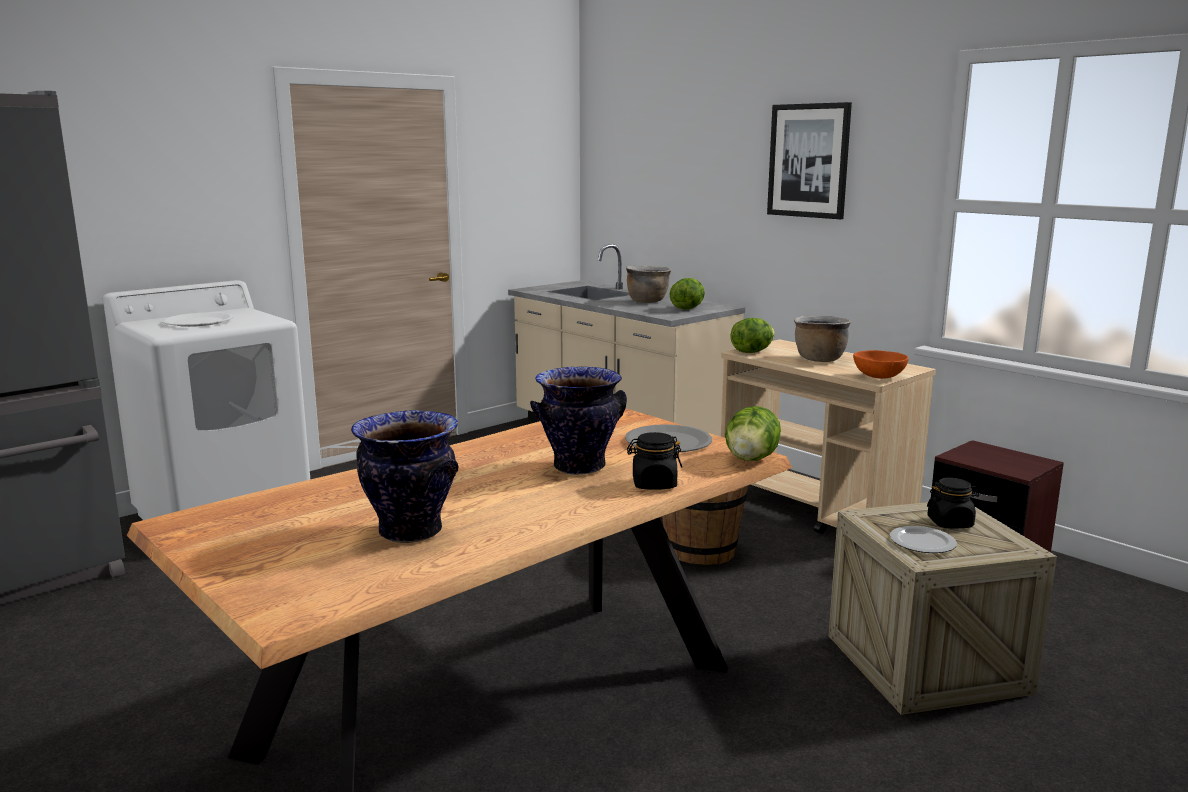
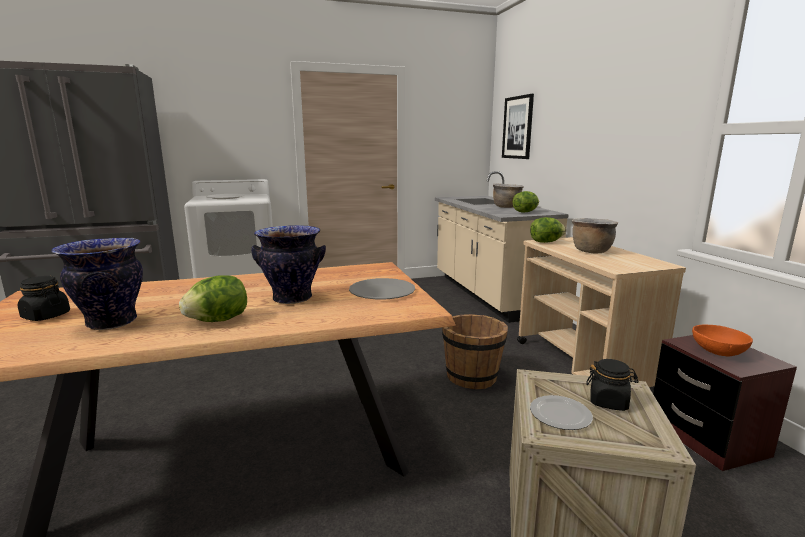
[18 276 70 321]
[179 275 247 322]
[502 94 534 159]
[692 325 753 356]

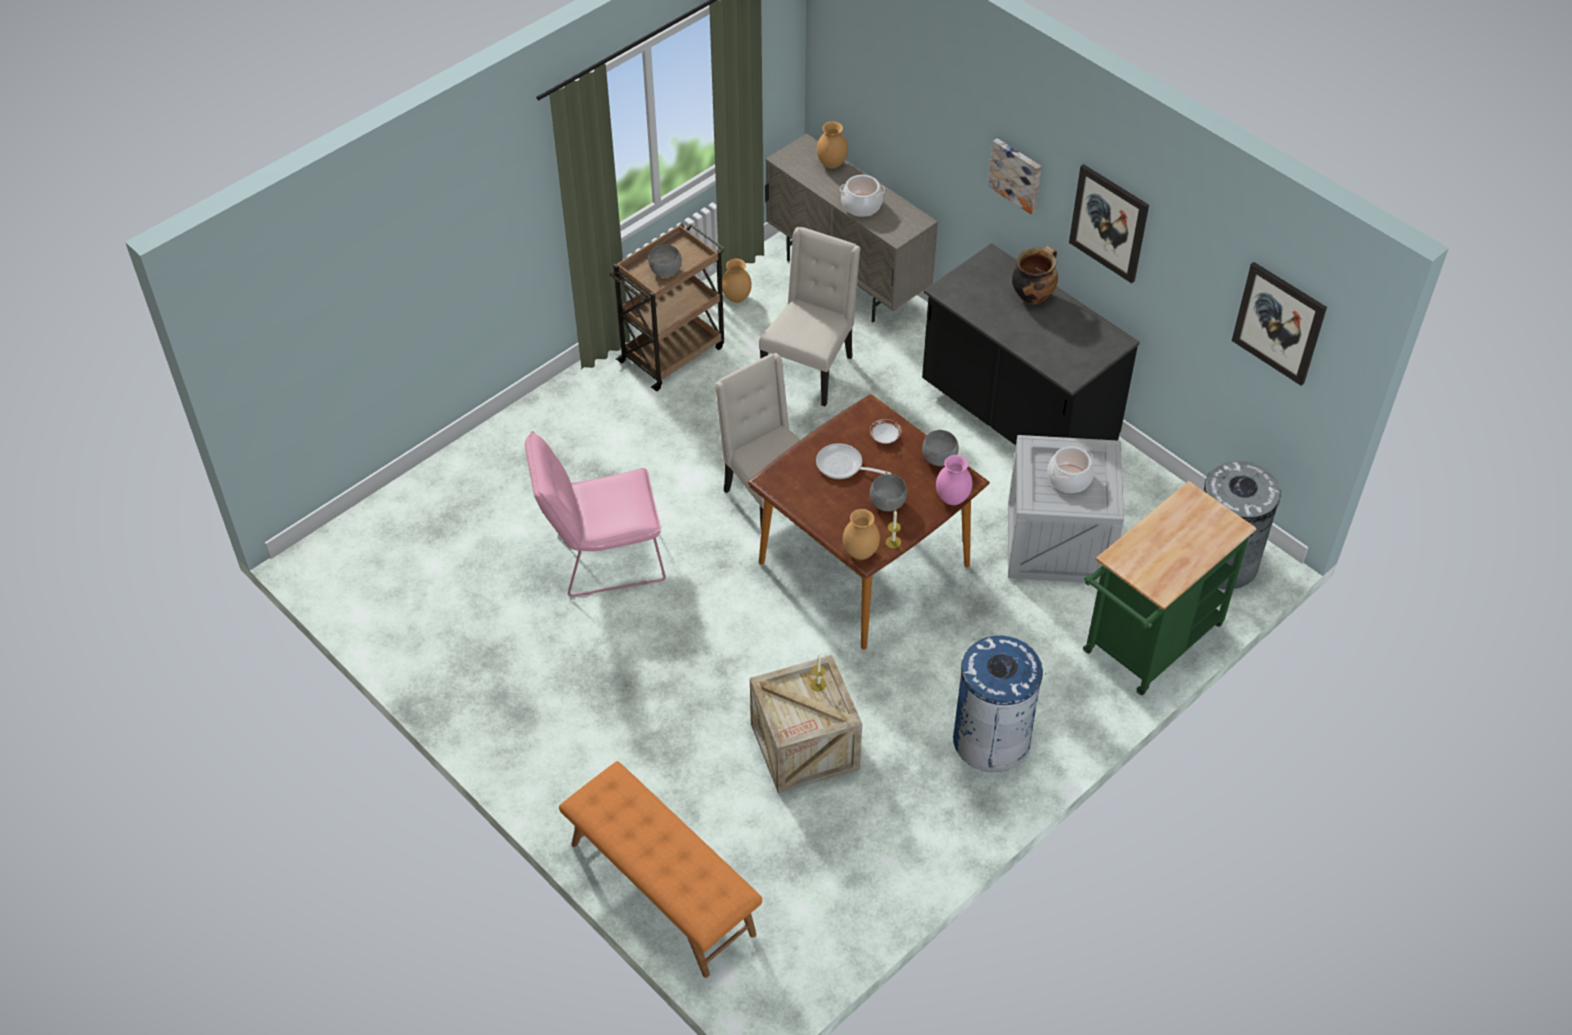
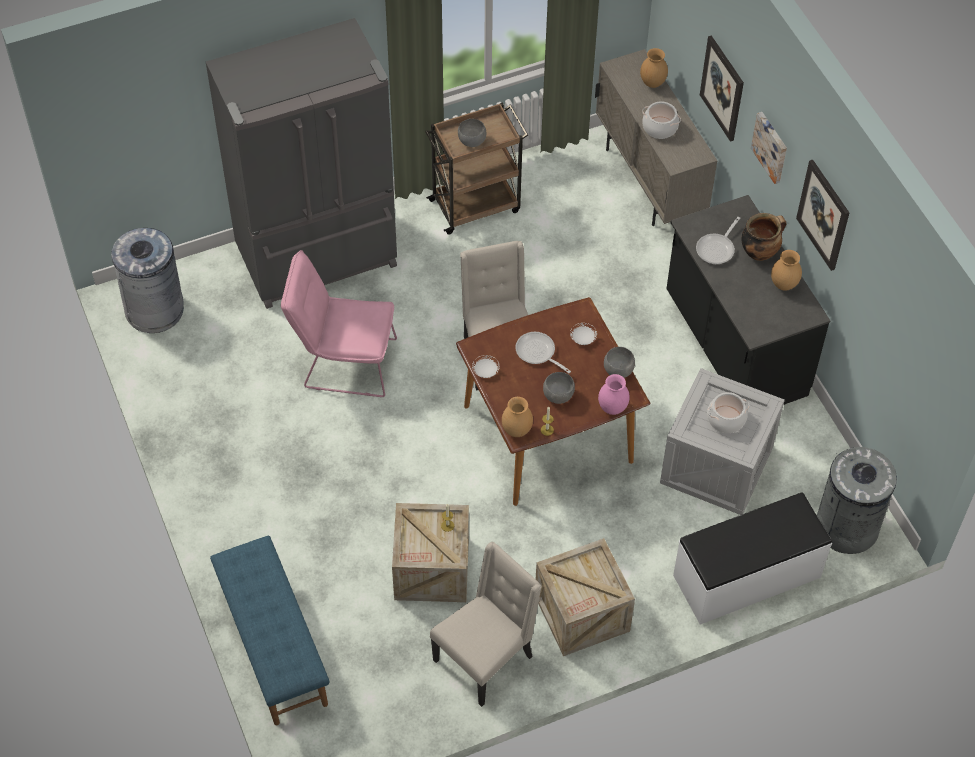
[111 228 184 333]
[206 18 397 309]
[210 536 329 725]
[430 542 542 707]
[472 355 500 378]
[536 538 635 656]
[673 492 832 625]
[696 217 740 264]
[700 35 744 142]
[771 250 802 291]

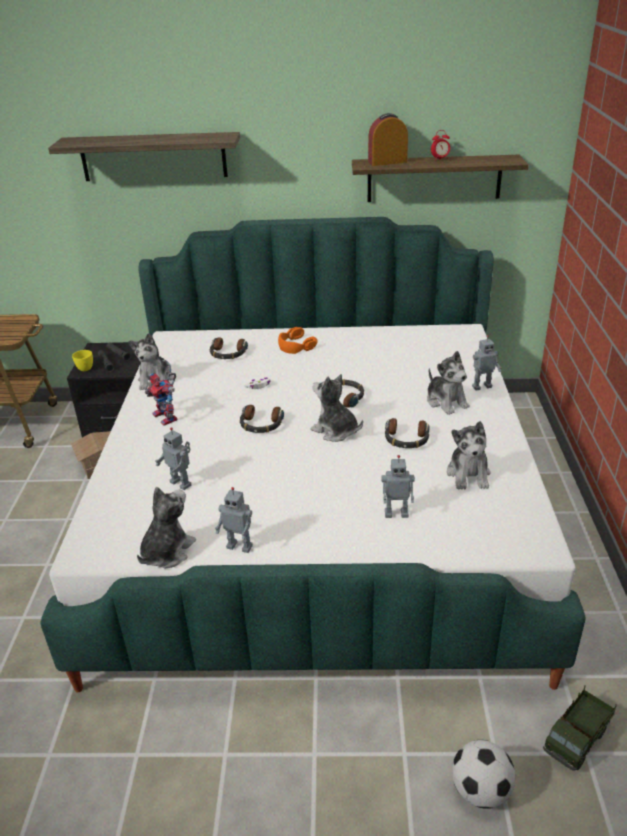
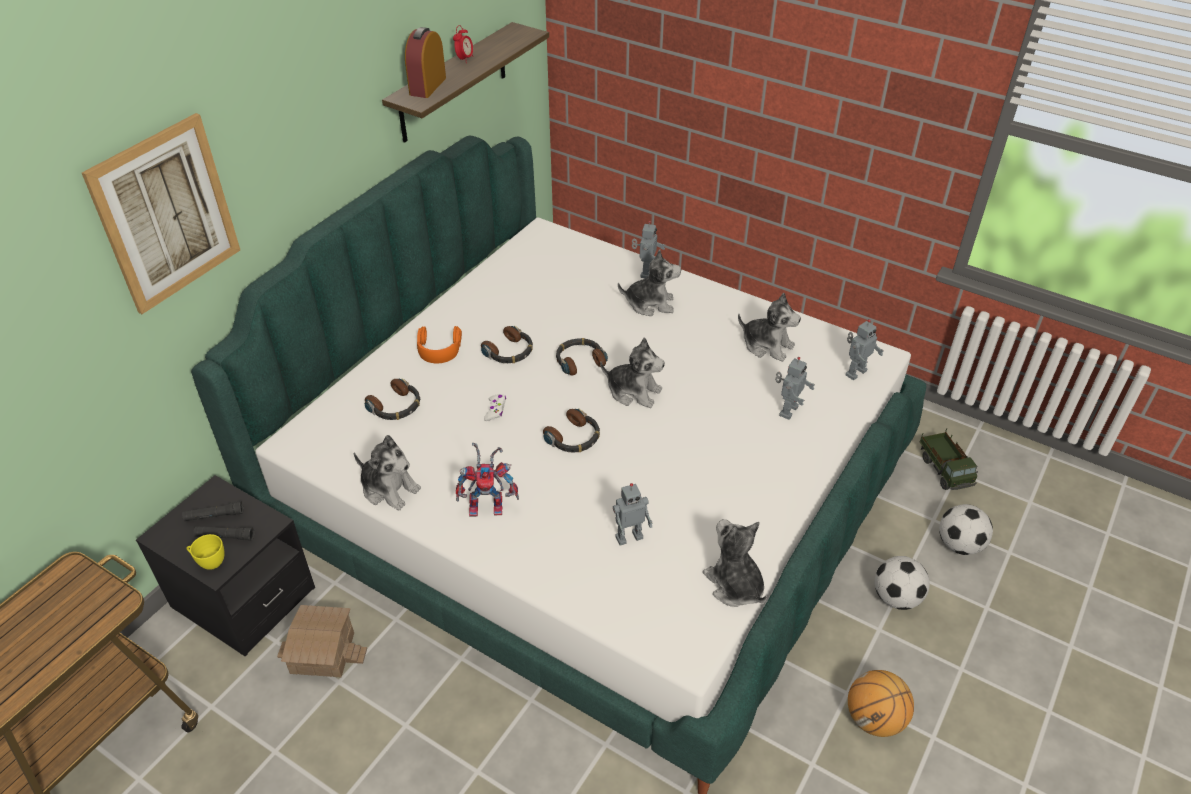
[82 113 240 314]
[481 326 533 363]
[600 338 665 408]
[845 319 884 380]
[848 670 914 737]
[875 556 930 610]

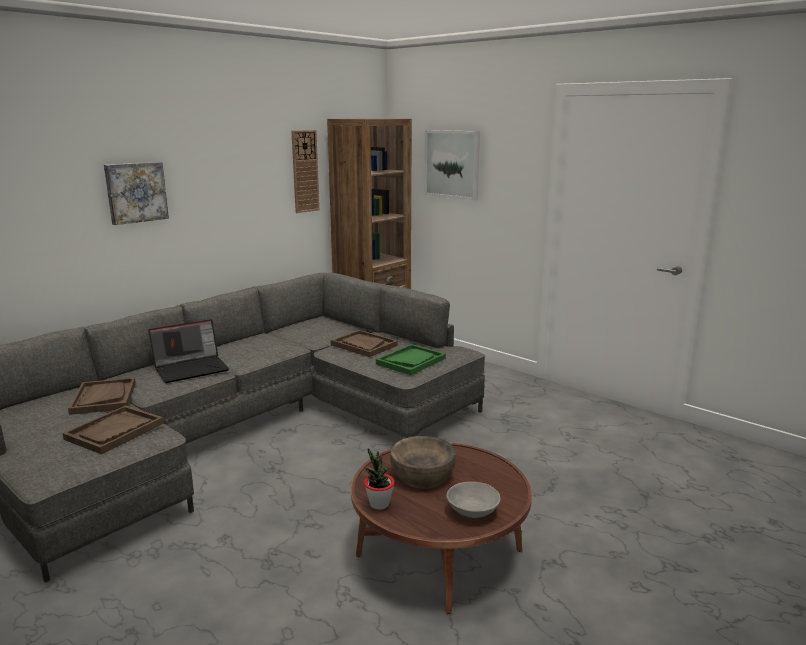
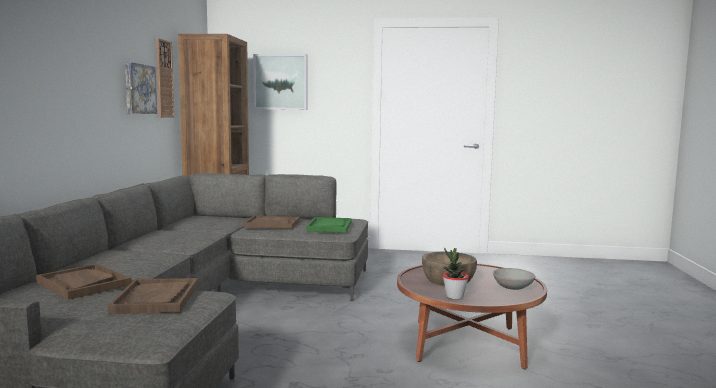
[125 62 157 114]
[148 319 229 383] (first image)

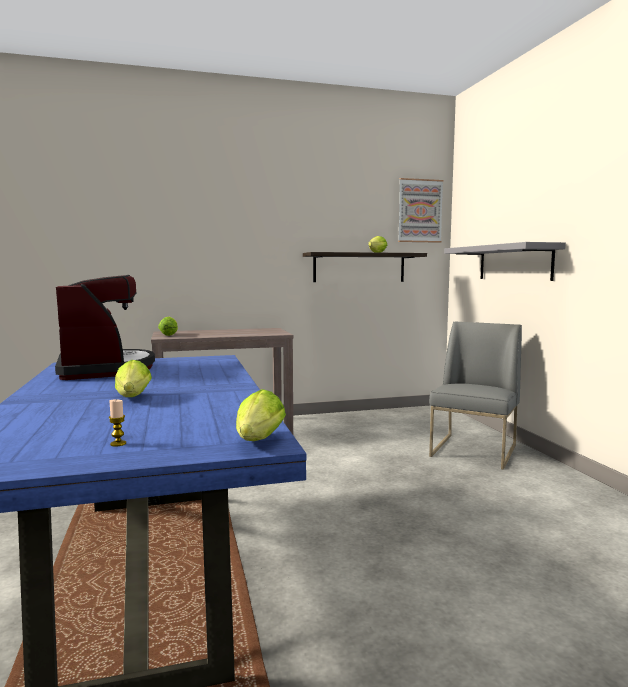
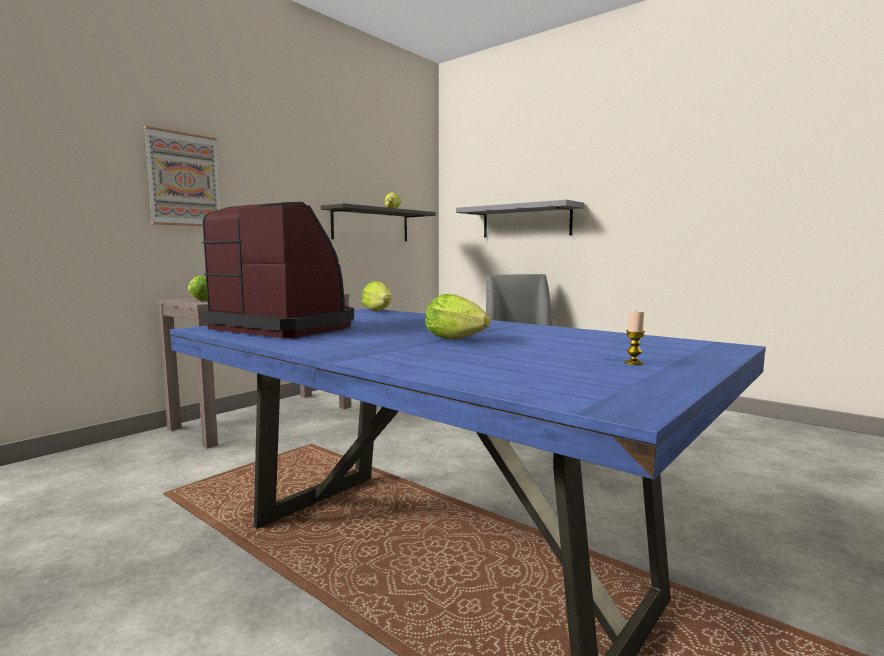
[144 126 220 226]
[362 281 392 311]

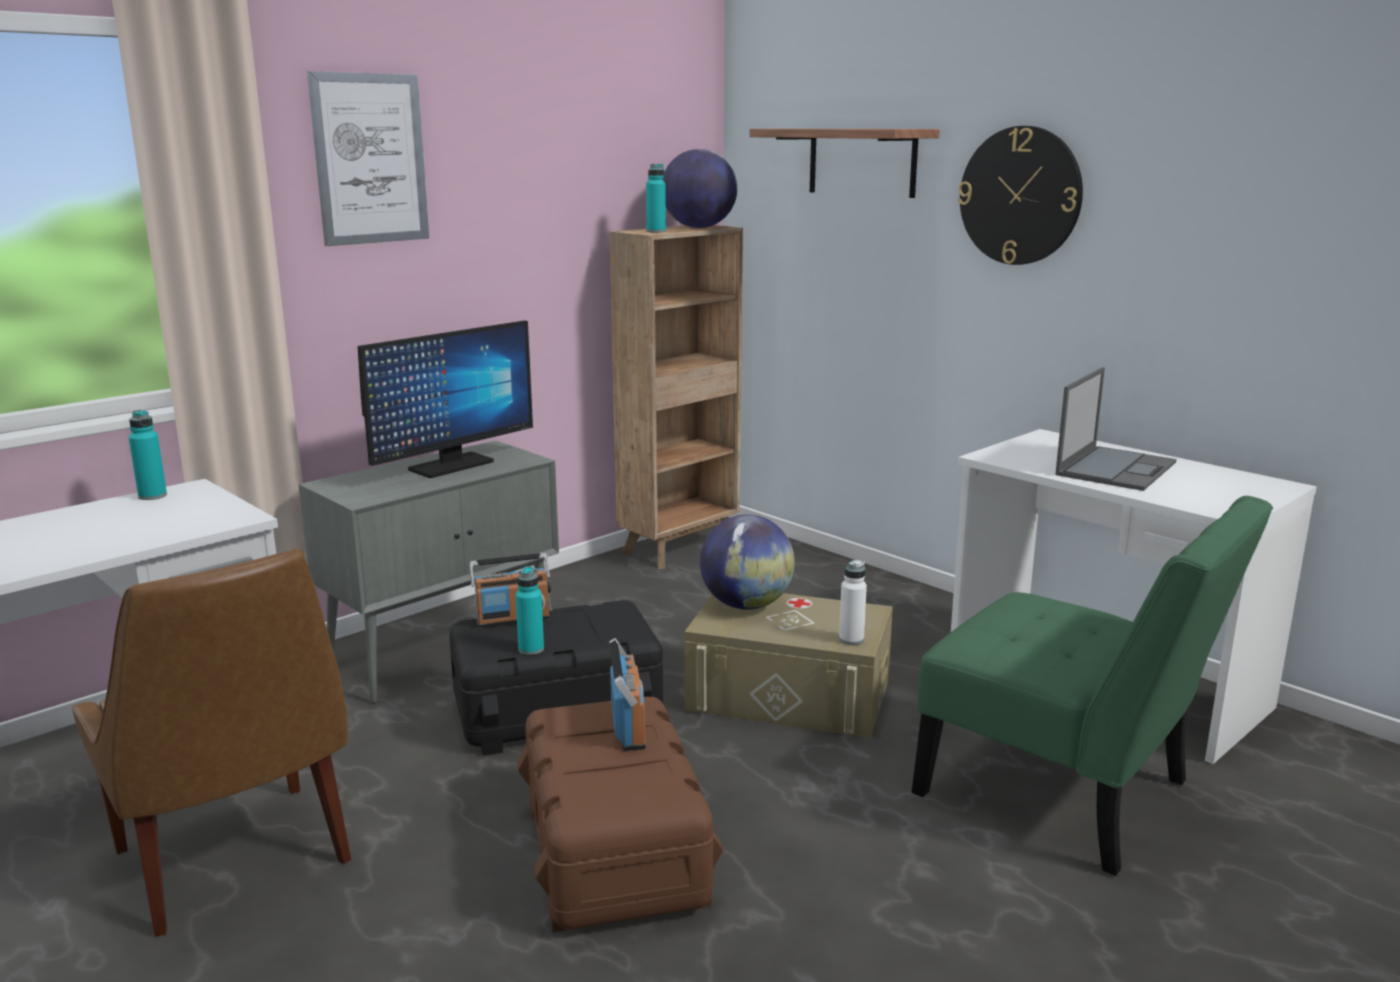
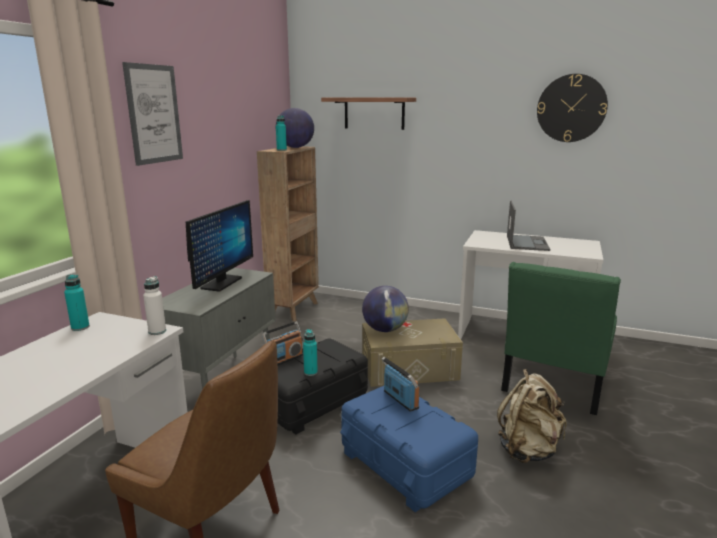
[143 276 166 335]
[340 386 478 512]
[497 369 567 463]
[501 262 621 415]
[537 74 608 142]

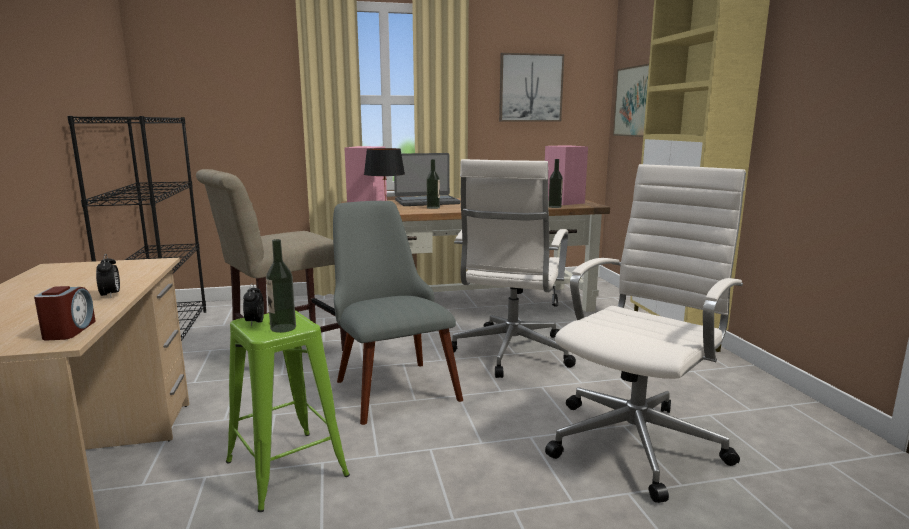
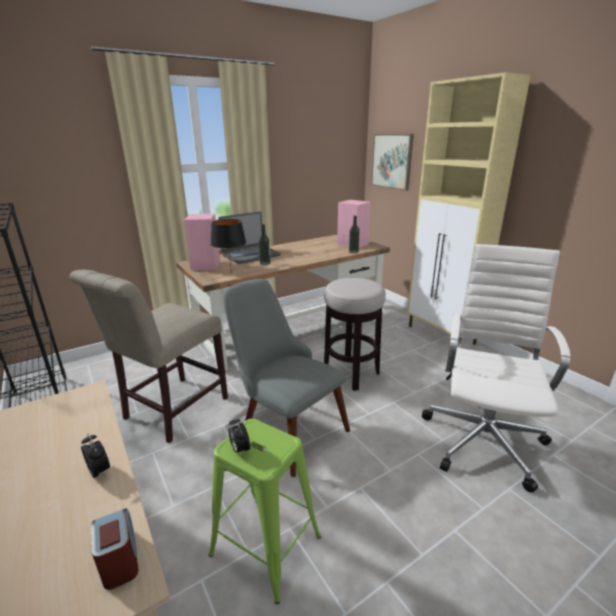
[324 278 386 391]
[266 239 296 333] (first image)
[499 53 564 121] (first image)

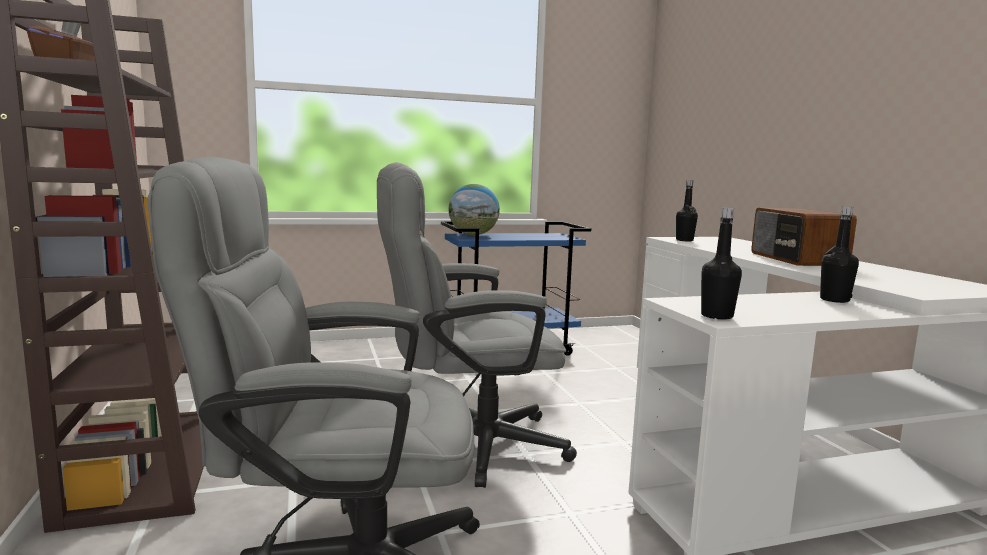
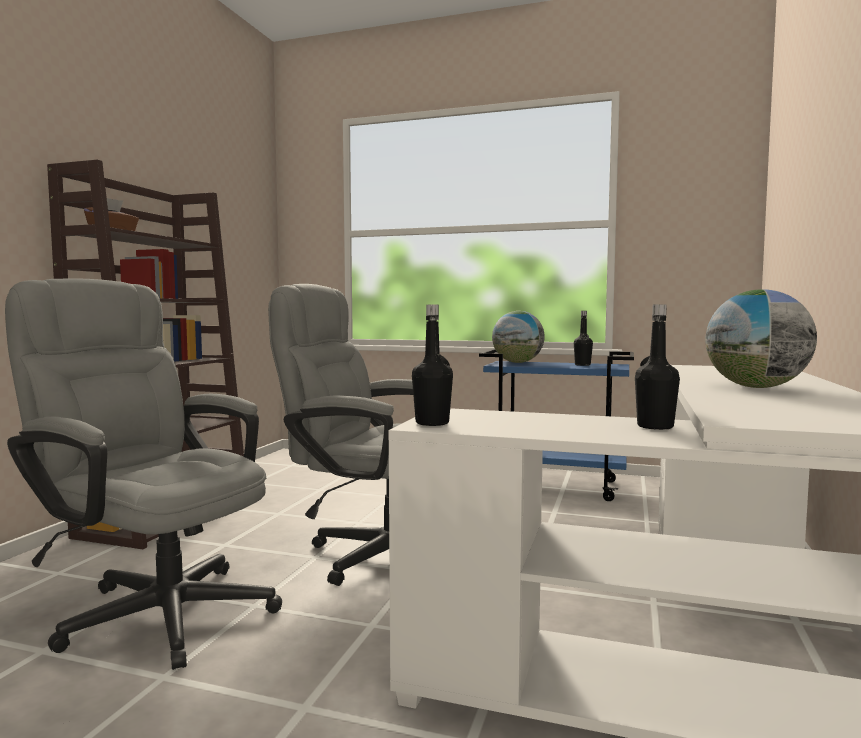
[574 311 593 366]
[705 289 817 388]

